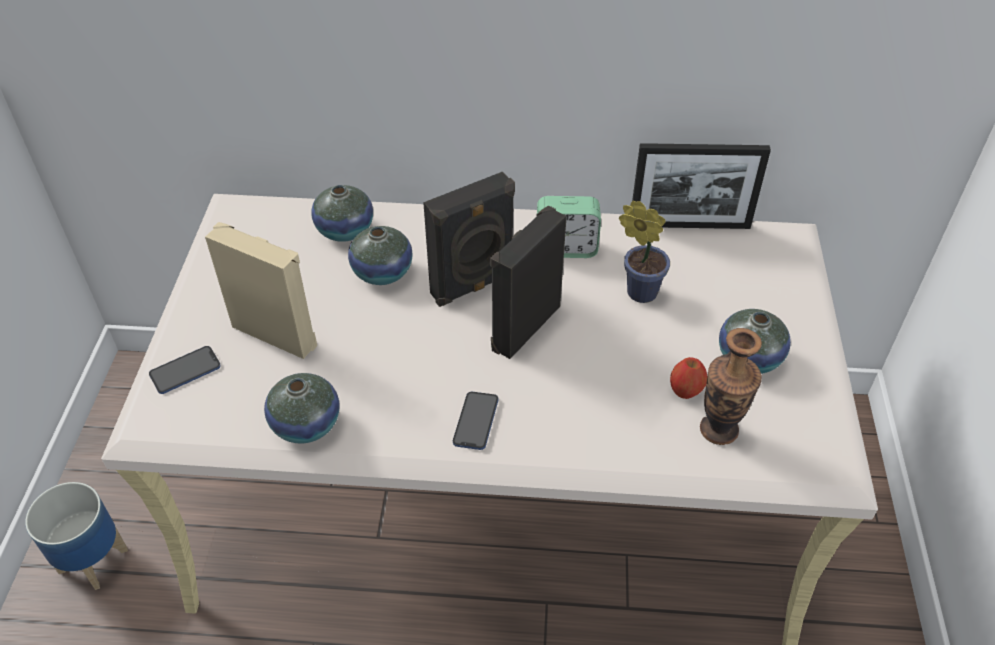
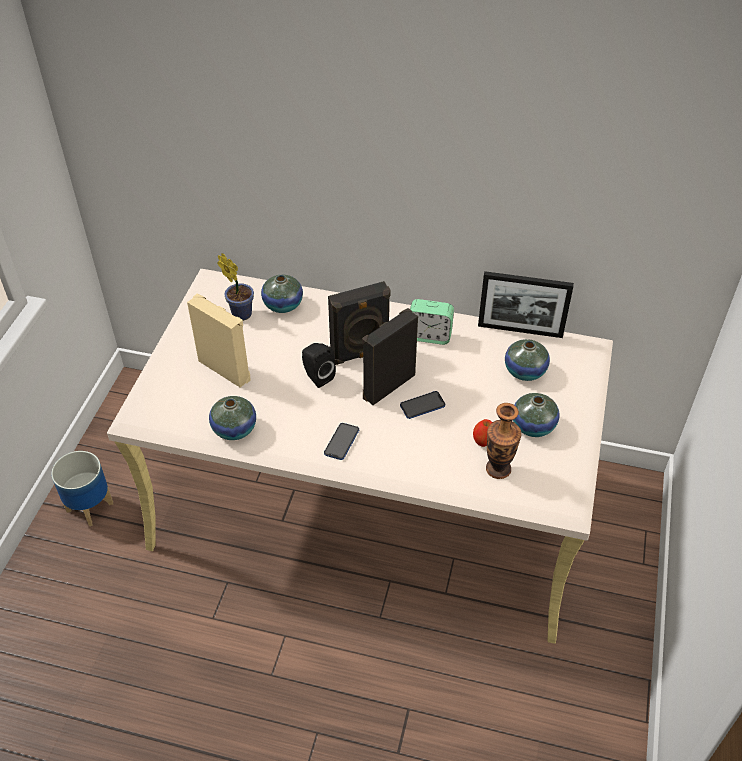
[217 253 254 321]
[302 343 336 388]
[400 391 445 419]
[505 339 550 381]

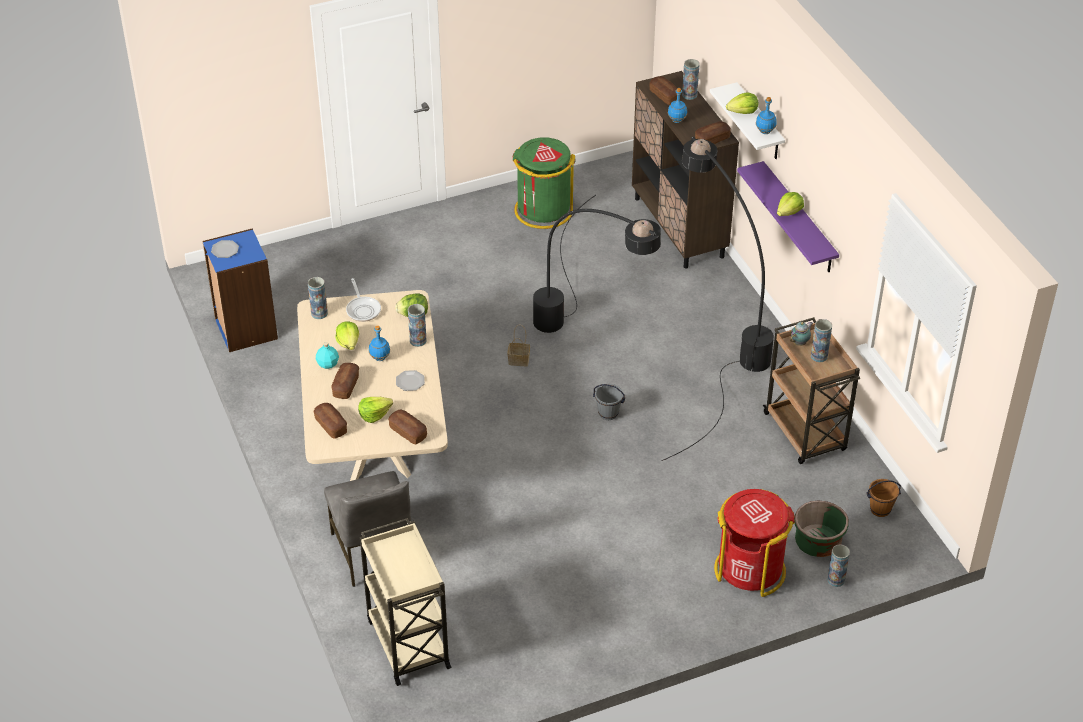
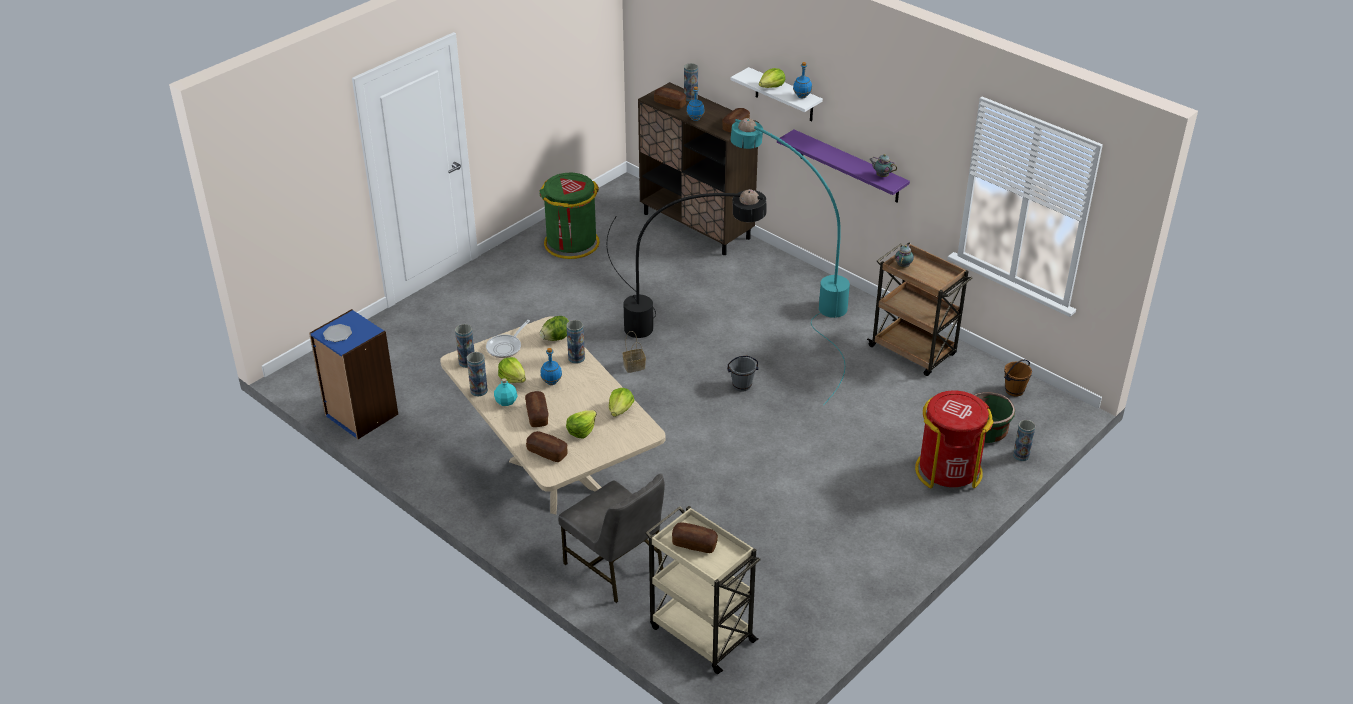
[467 352 488 396]
[486 320 530 358]
[609 388 634 417]
[672 523 718 553]
[731 118 850 405]
[869 154 897 177]
[396 370 425 391] (first image)

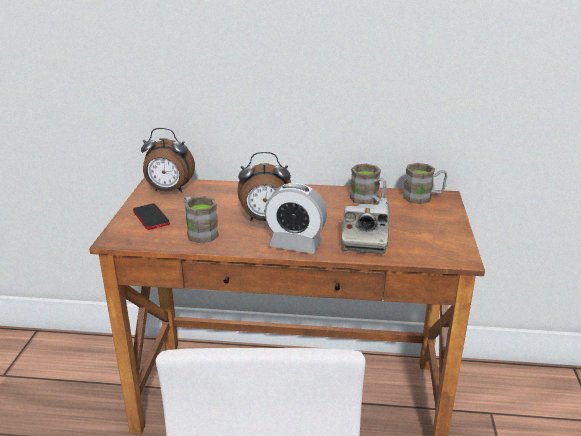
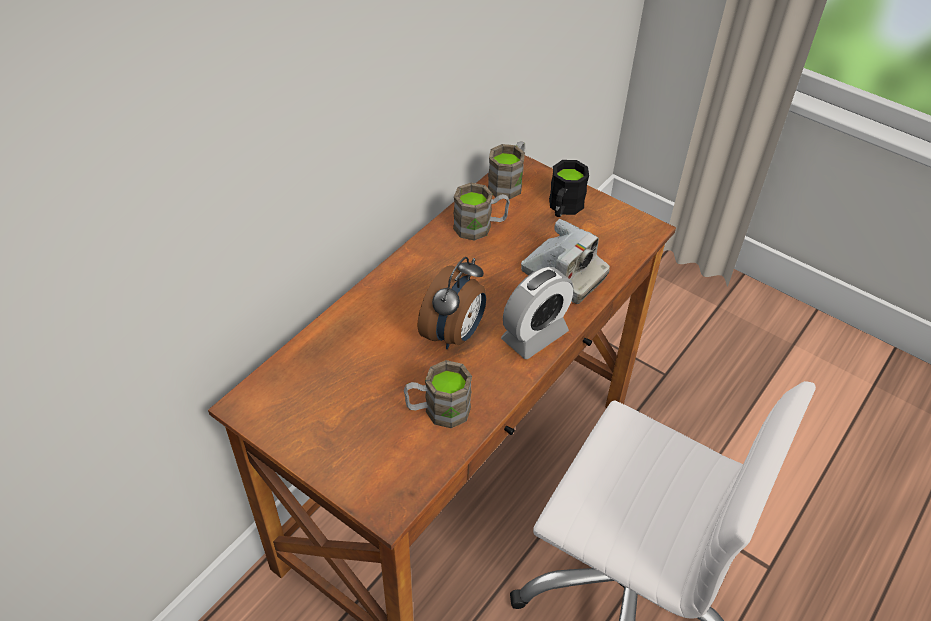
[549 160 589 217]
[133 203 170 230] (first image)
[141 128 195 193] (first image)

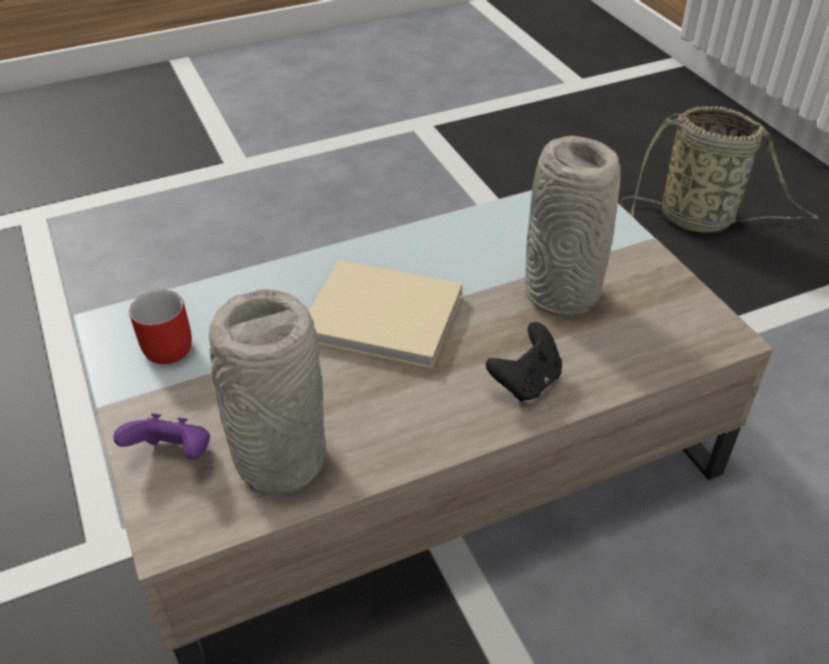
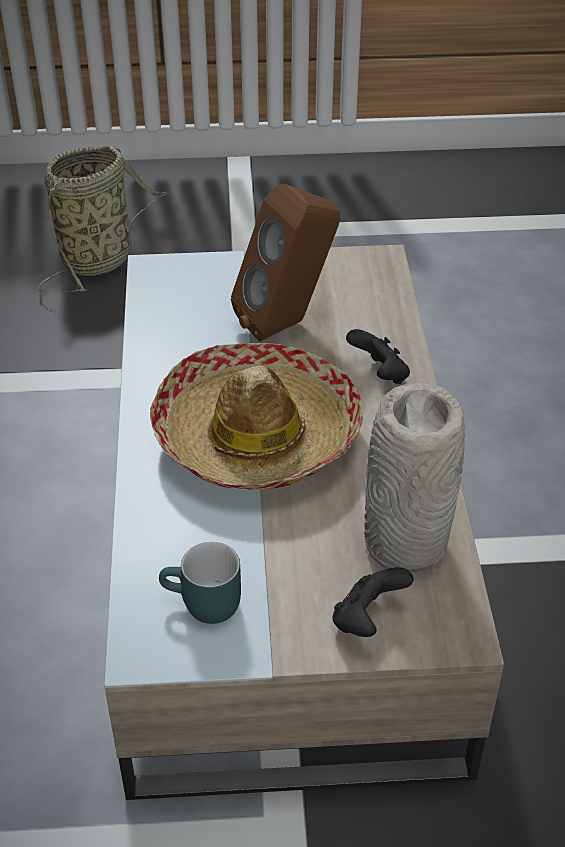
[150 343 363 490]
[159 542 241 624]
[231 184 340 342]
[332 567 413 637]

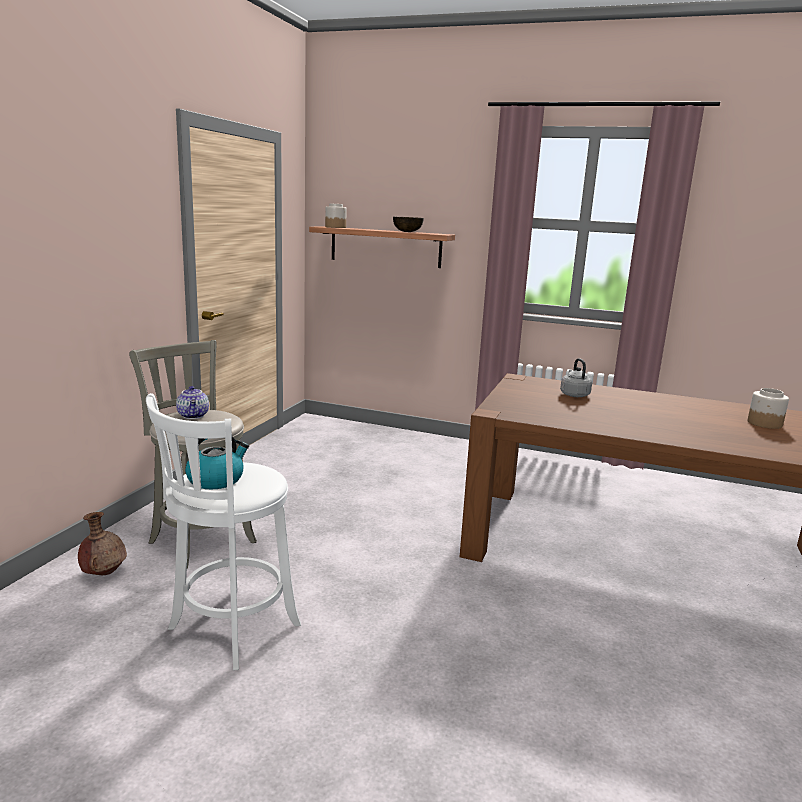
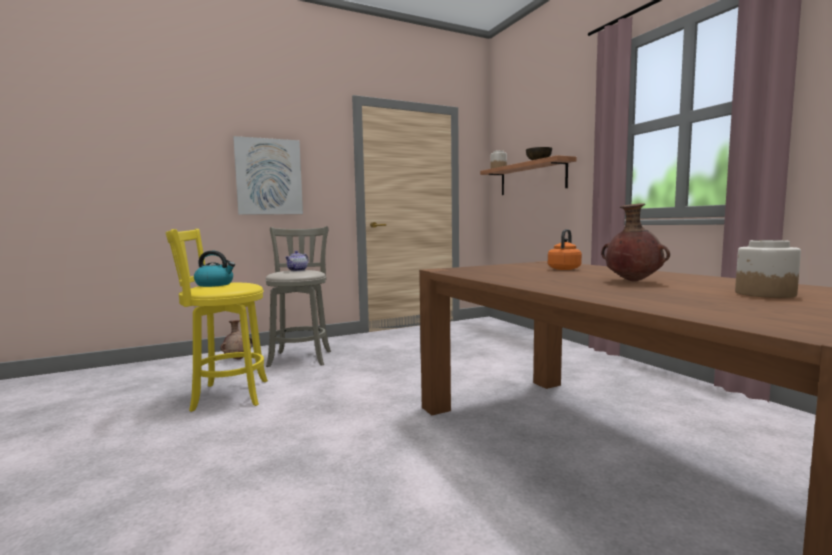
[165 229 268 412]
[233 136 303 215]
[548 229 582 270]
[601 204 670 282]

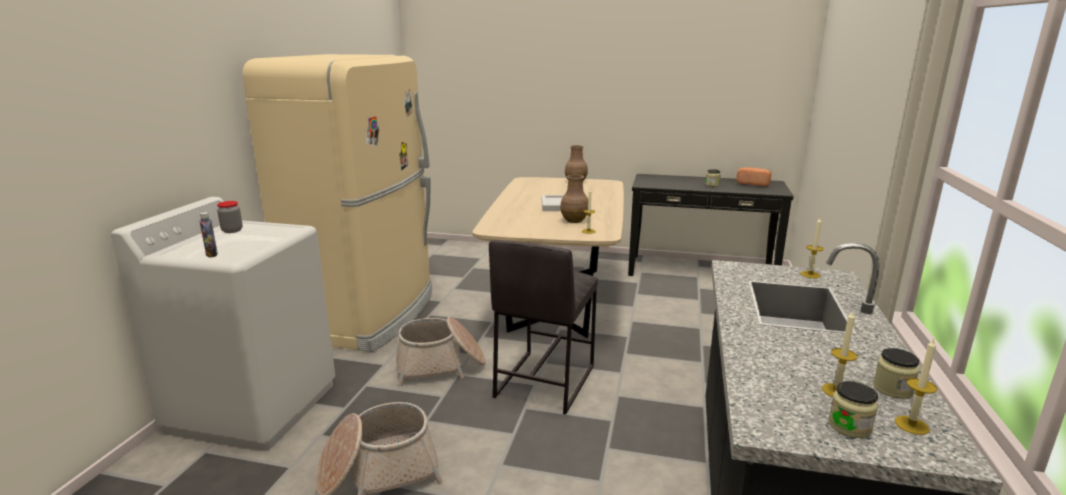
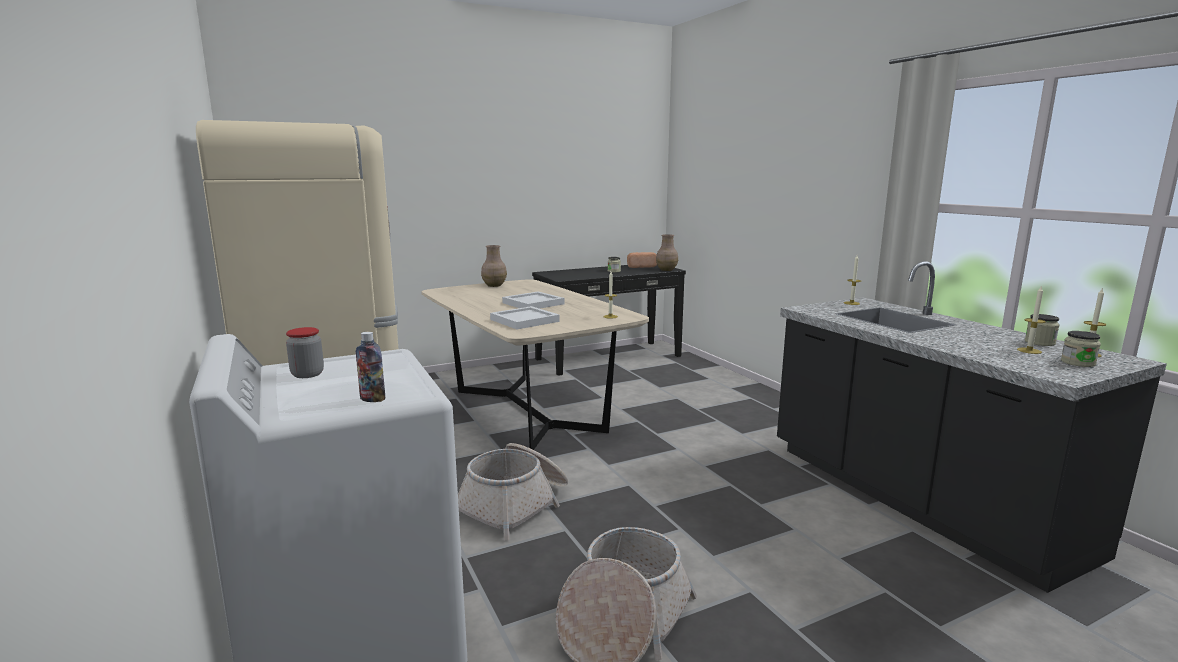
[490 306 560 329]
[656 234 678 271]
[489 240 598 415] (first image)

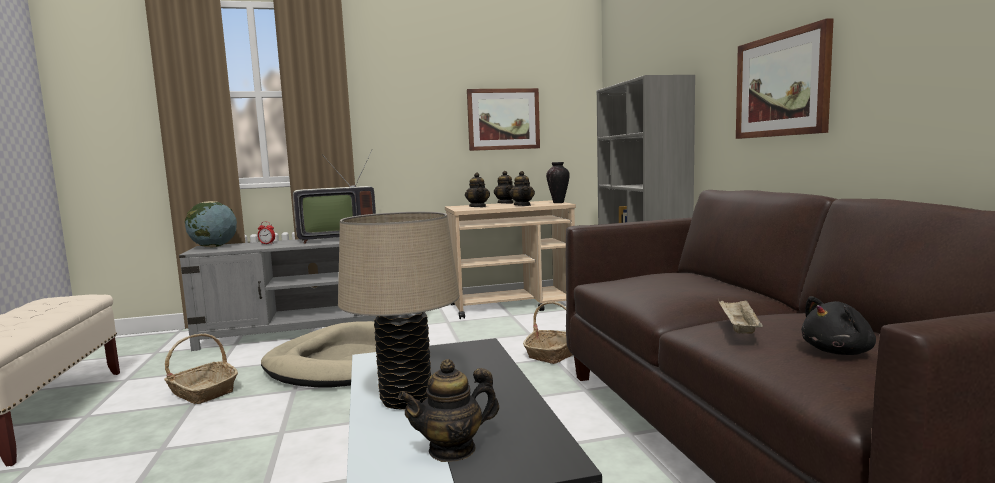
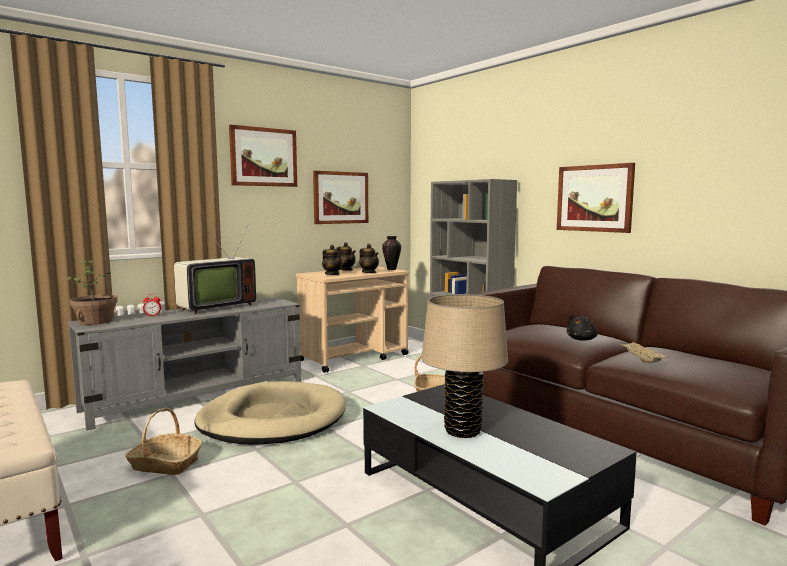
[67 259 118 325]
[229 125 297 187]
[567 315 598 341]
[398 359 499 462] (first image)

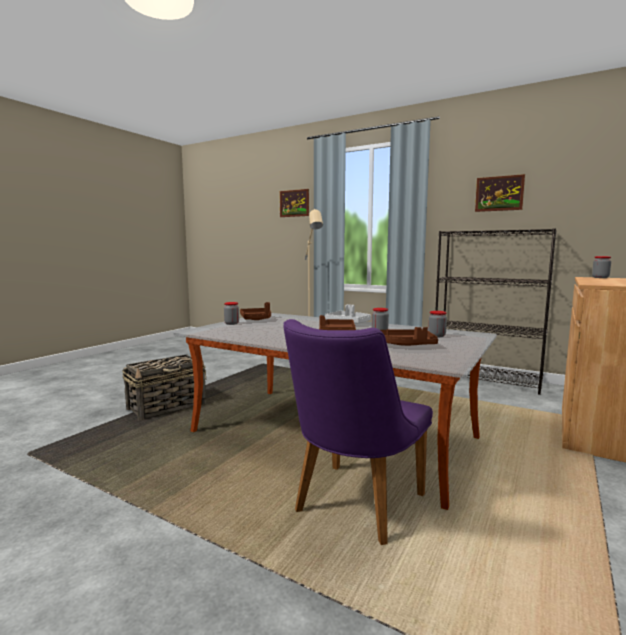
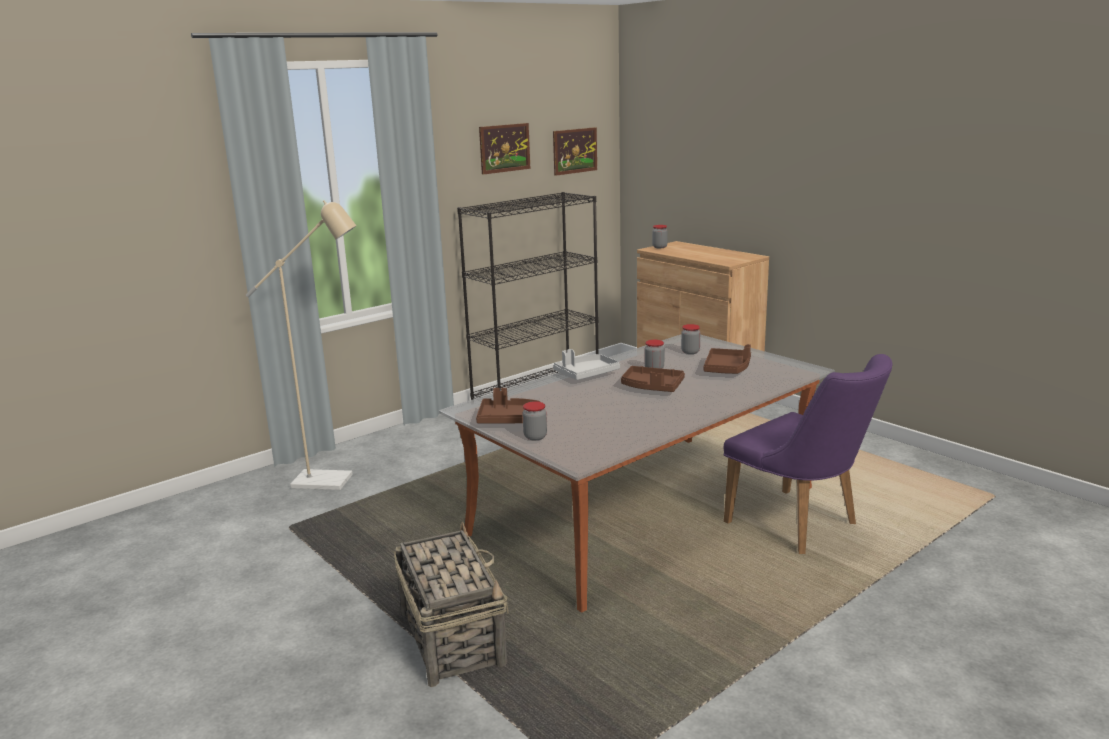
[553 127 597 176]

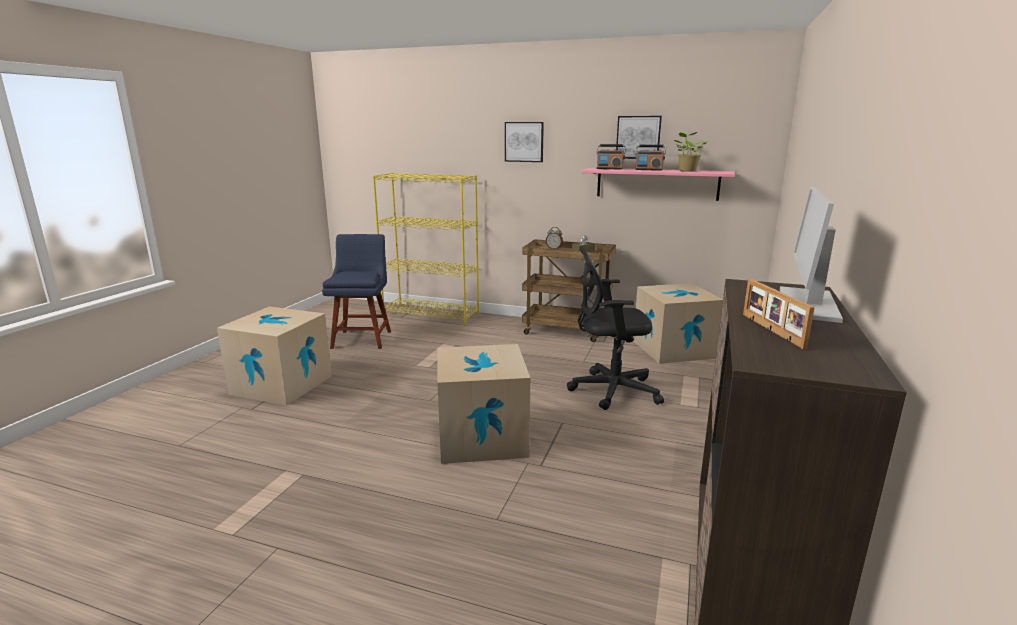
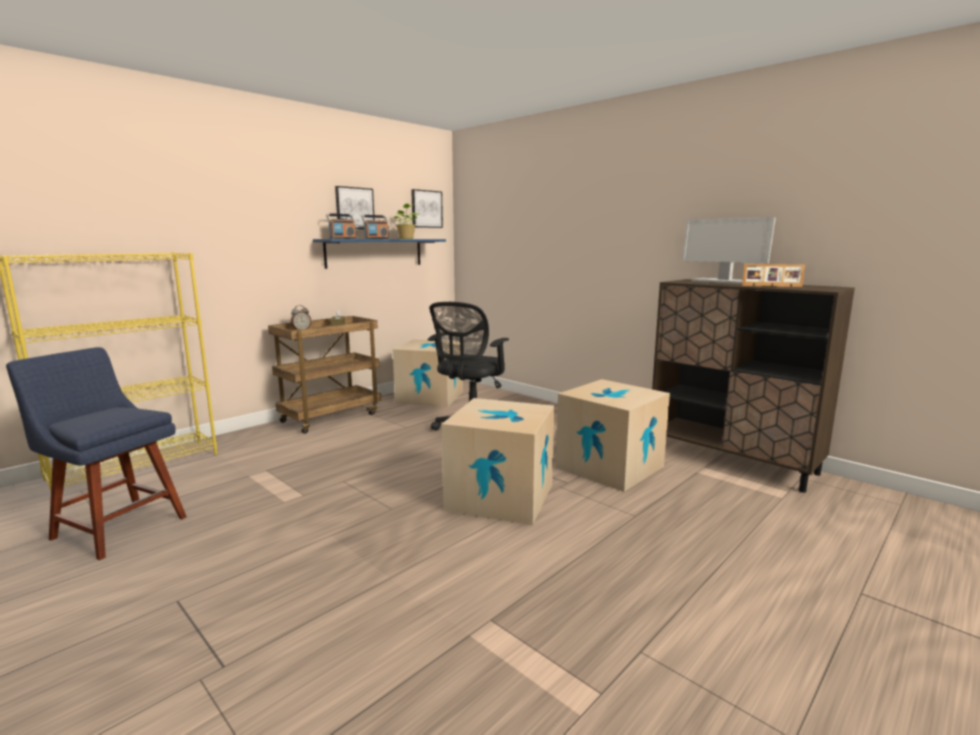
[313 239 446 269]
[411 189 443 228]
[556 379 670 492]

